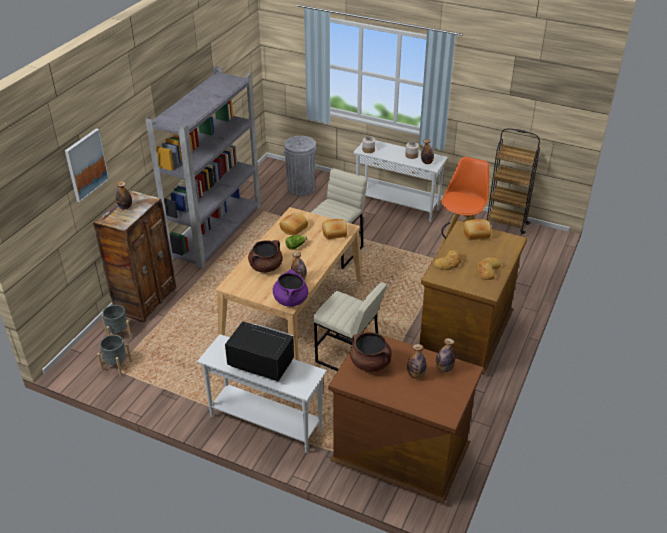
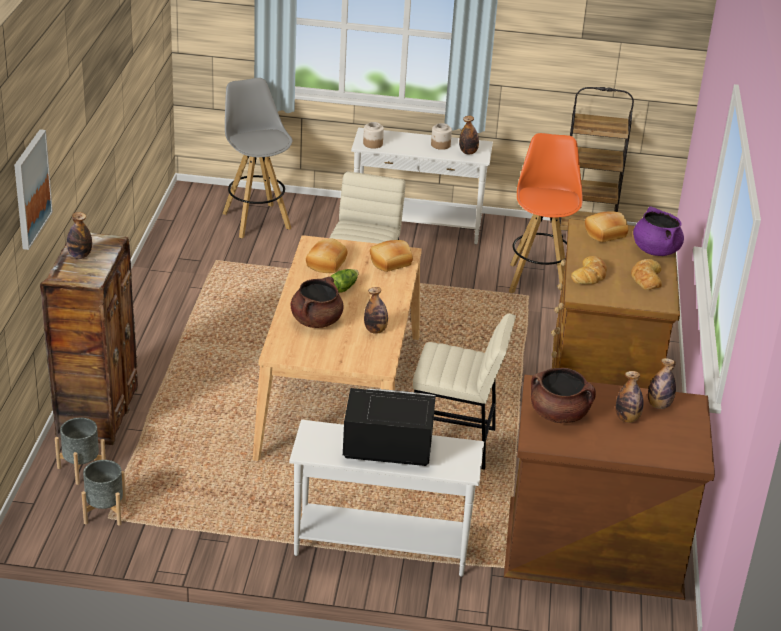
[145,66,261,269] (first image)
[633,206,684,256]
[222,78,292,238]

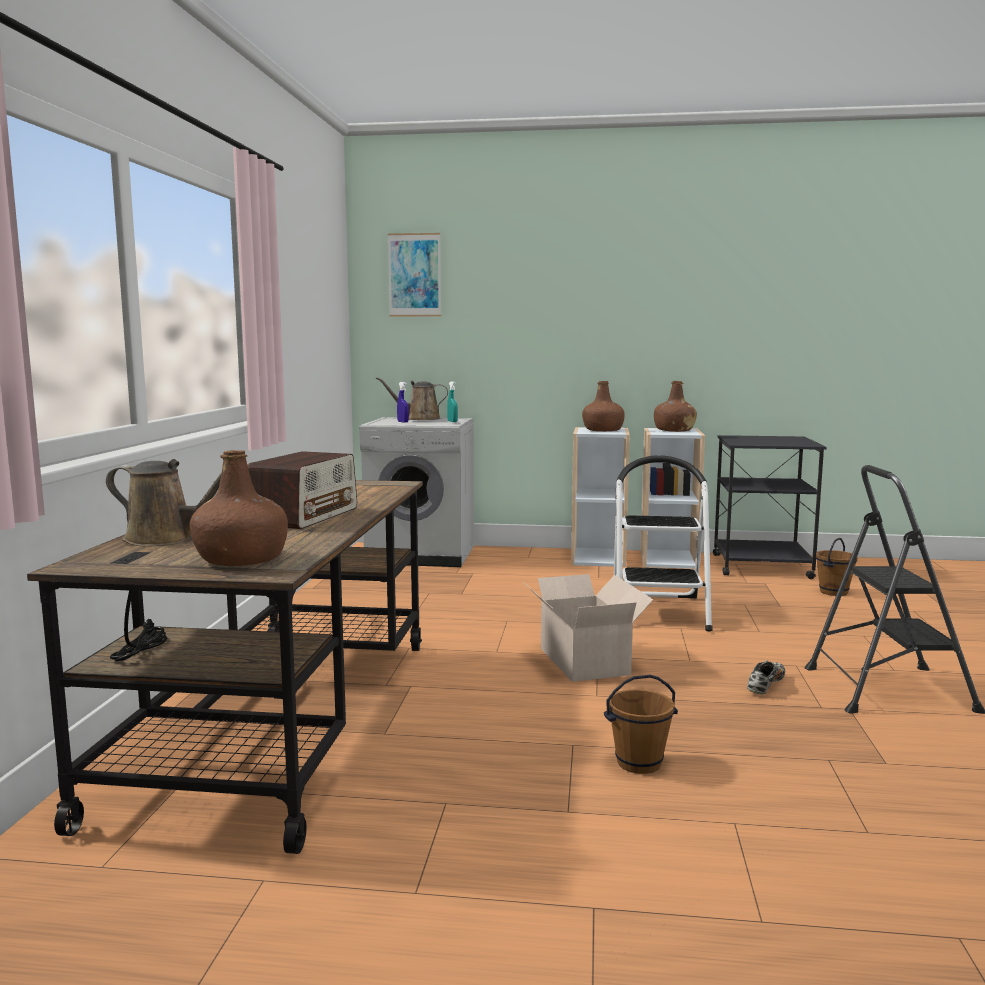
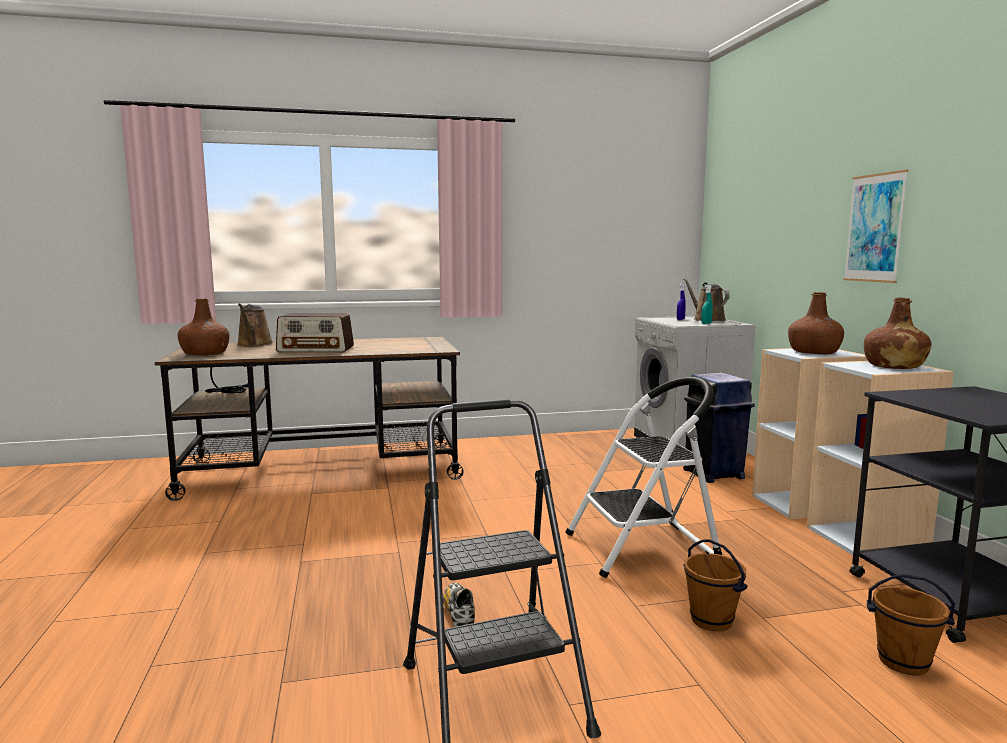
[523,574,653,682] (first image)
[683,372,755,483]
[843,170,908,283]
[684,539,748,631]
[443,583,475,627]

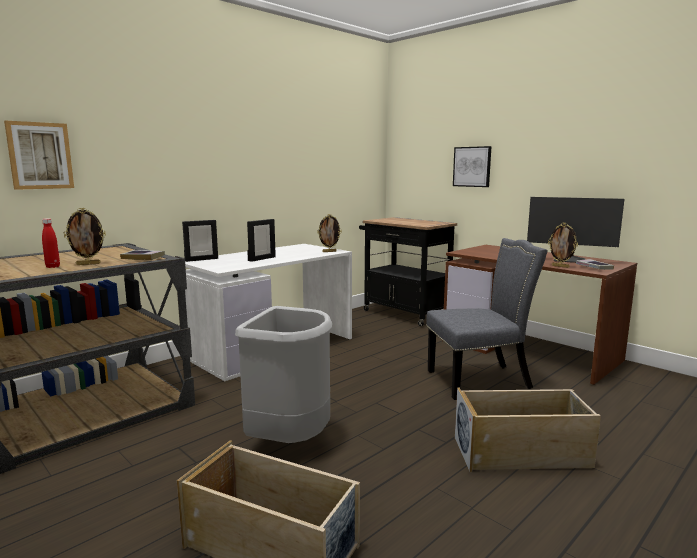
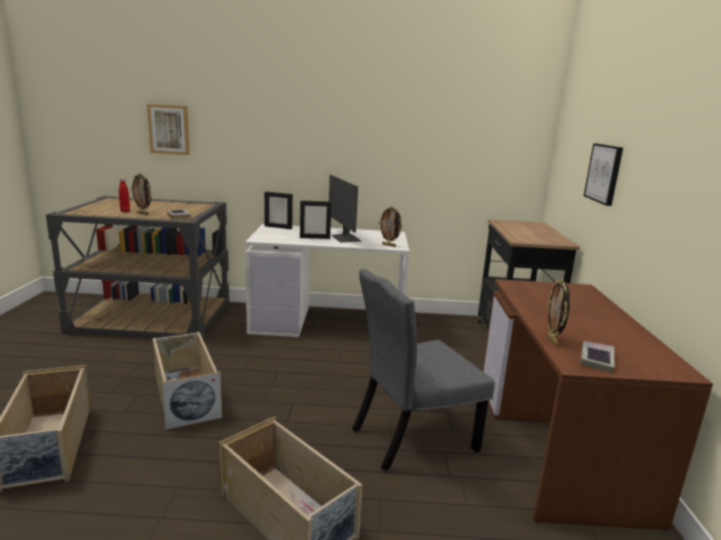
[329,175,361,242]
[153,332,222,430]
[352,269,495,471]

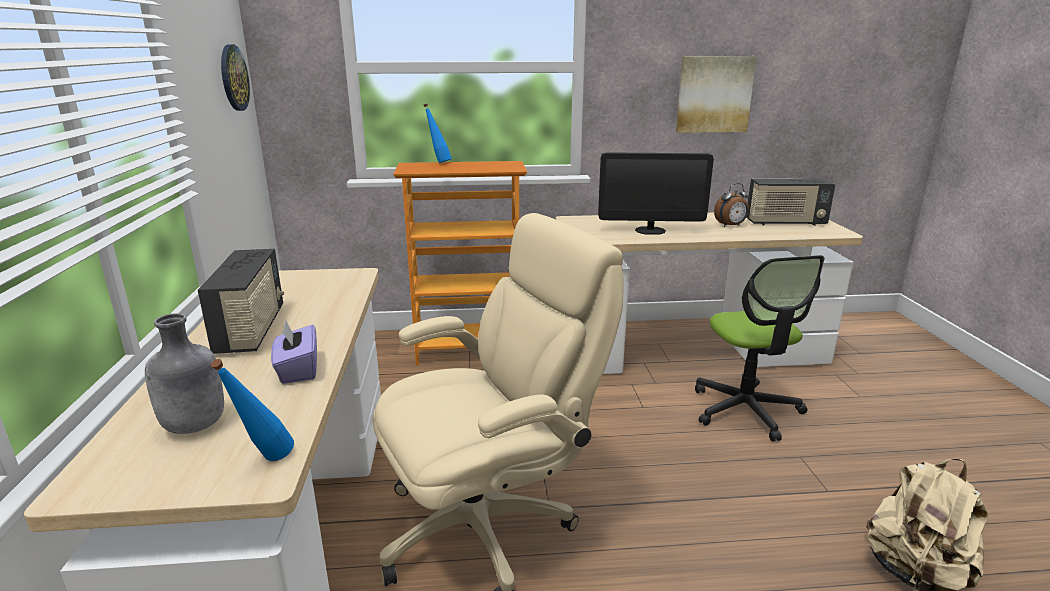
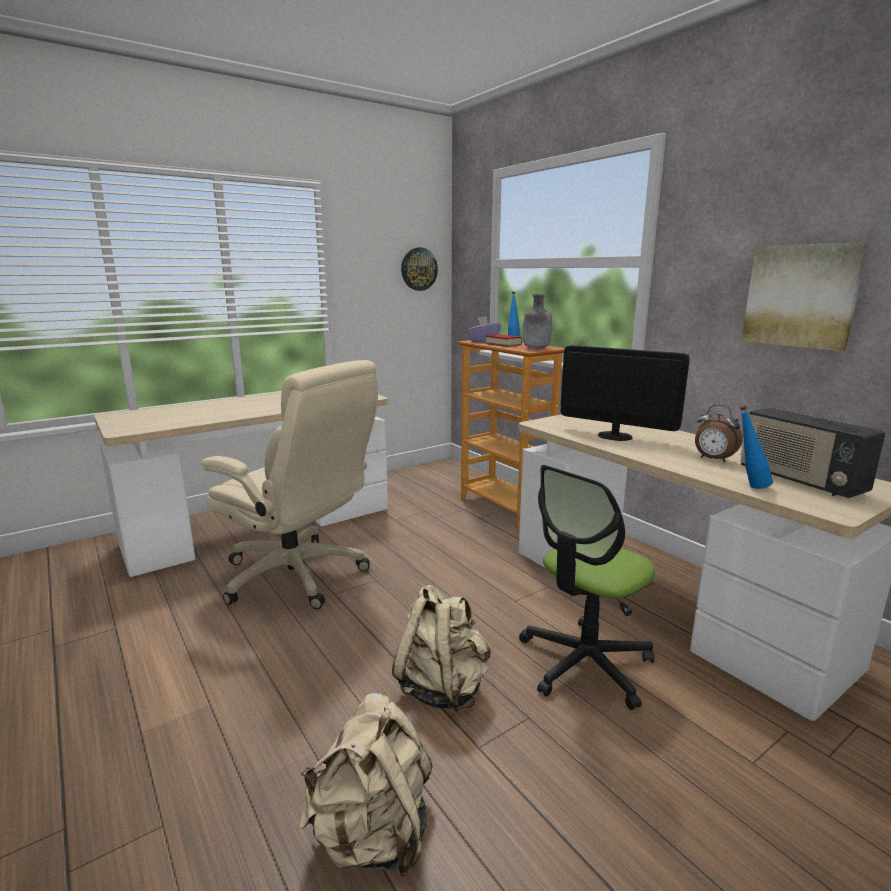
[198,249,284,354] (first image)
[392,585,490,712]
[485,334,522,347]
[523,294,552,349]
[739,405,773,489]
[468,316,501,342]
[561,345,690,441]

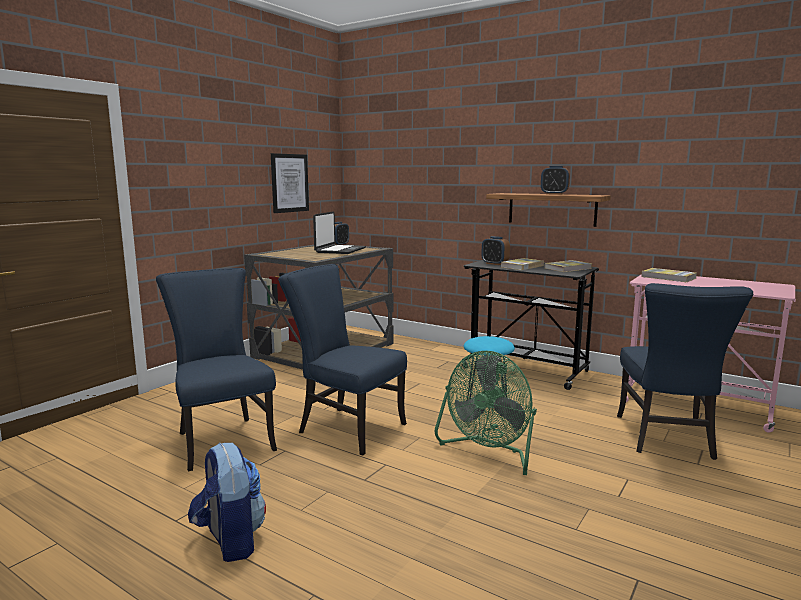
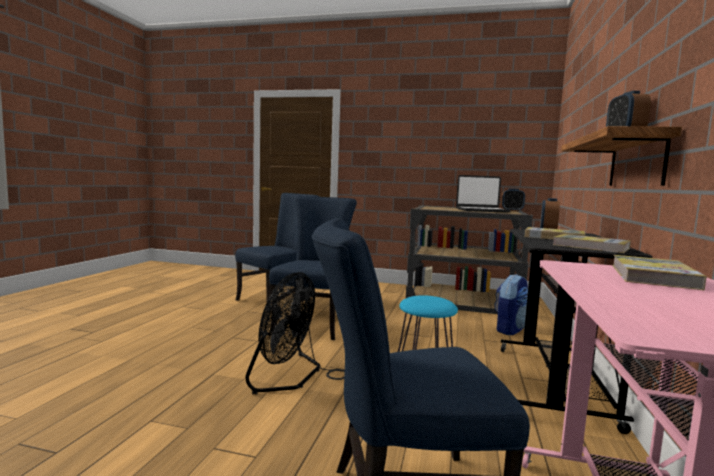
[271,153,309,213] (first image)
[495,274,528,335]
[246,272,345,394]

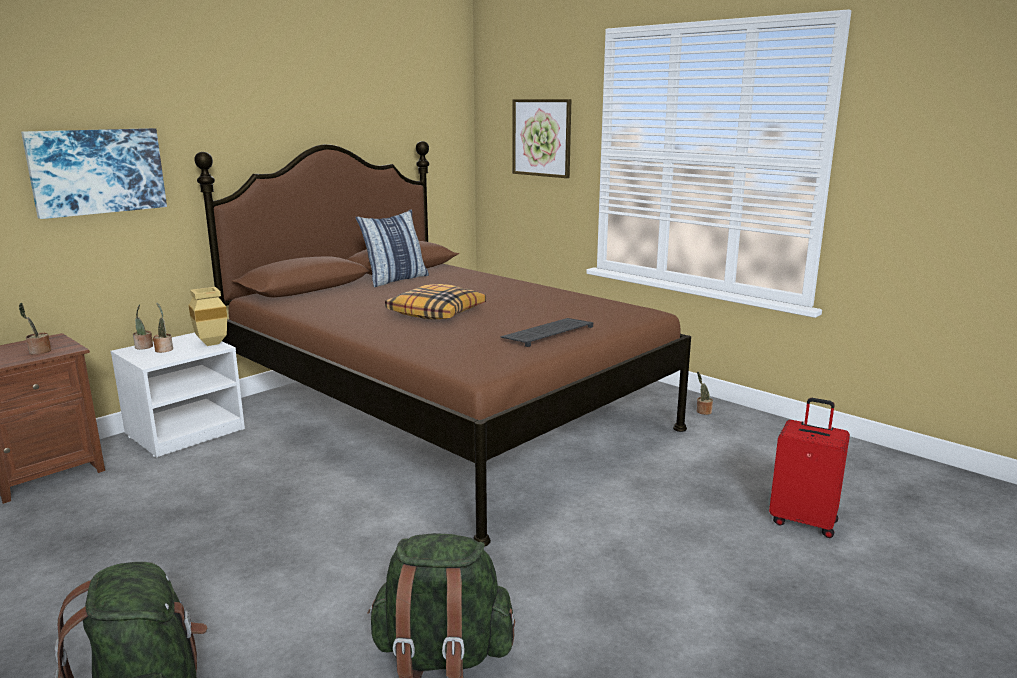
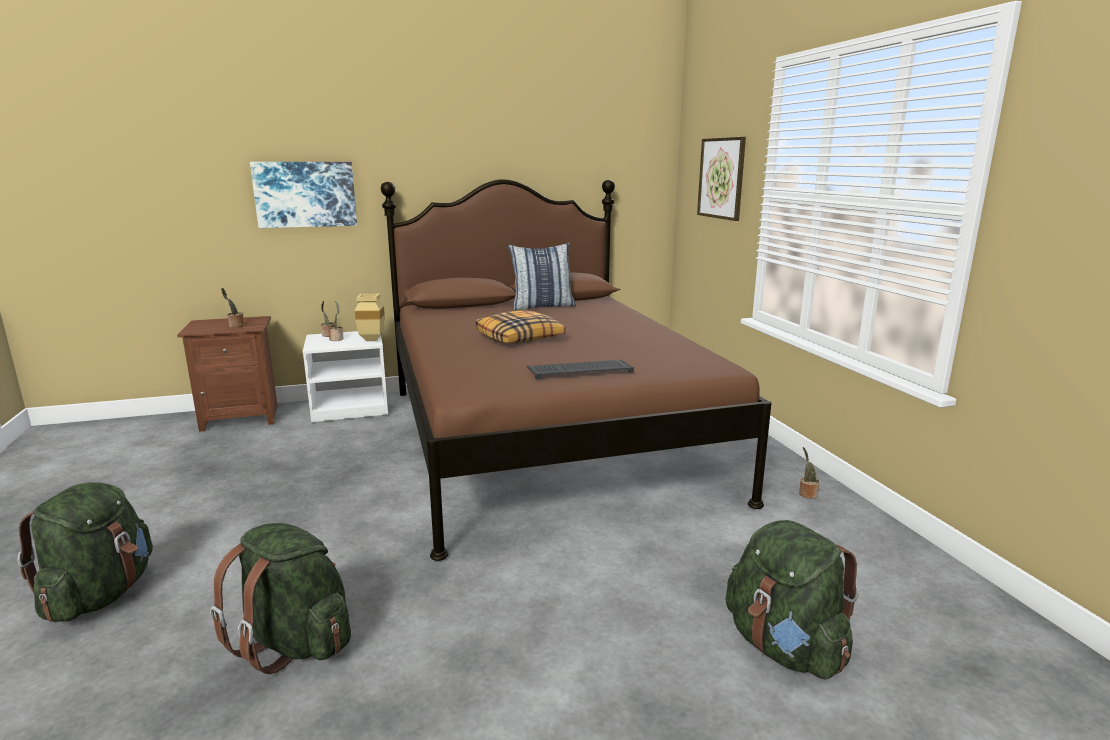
[726,520,859,679]

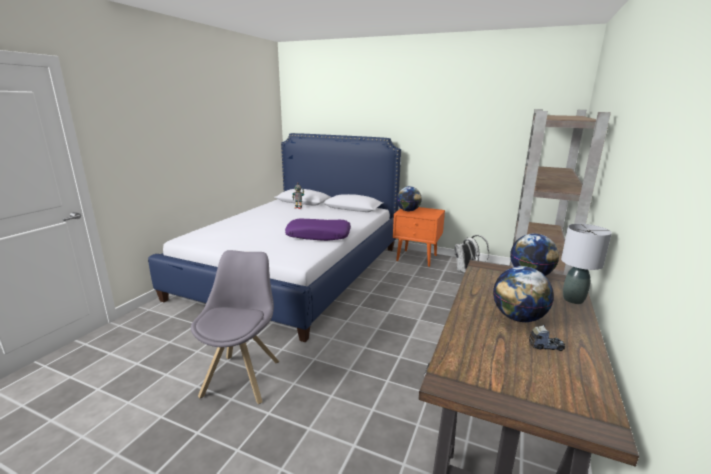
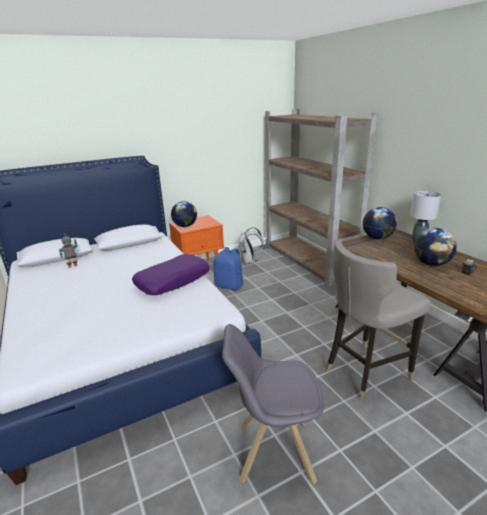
[213,247,243,290]
[326,240,431,401]
[222,324,324,484]

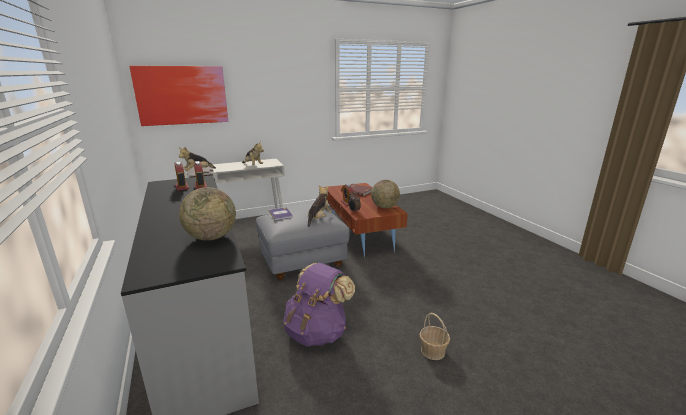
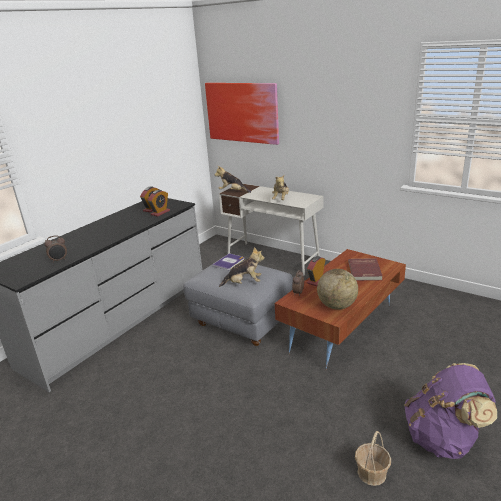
[404,363,497,459]
[355,431,391,486]
[45,235,67,262]

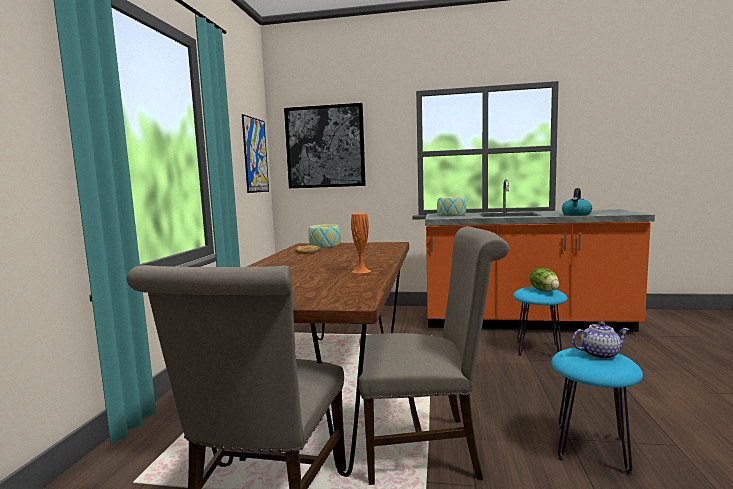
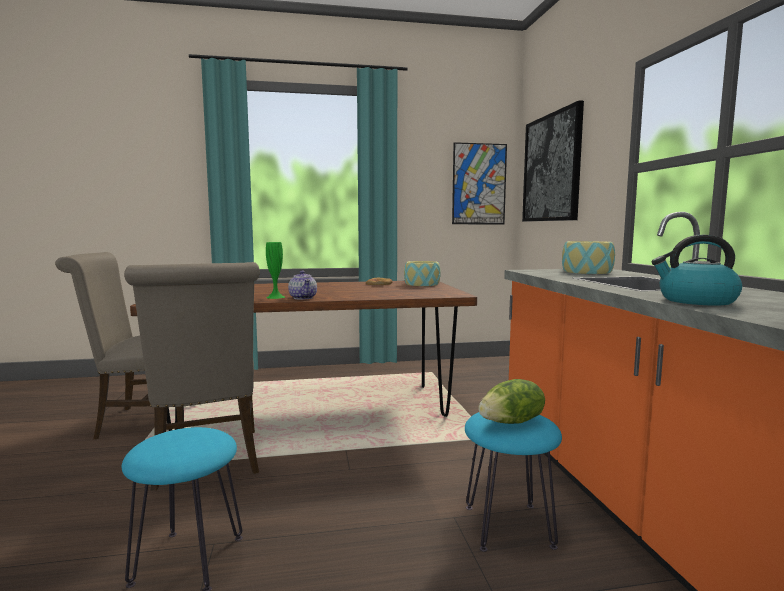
[288,271,317,300]
[266,242,285,299]

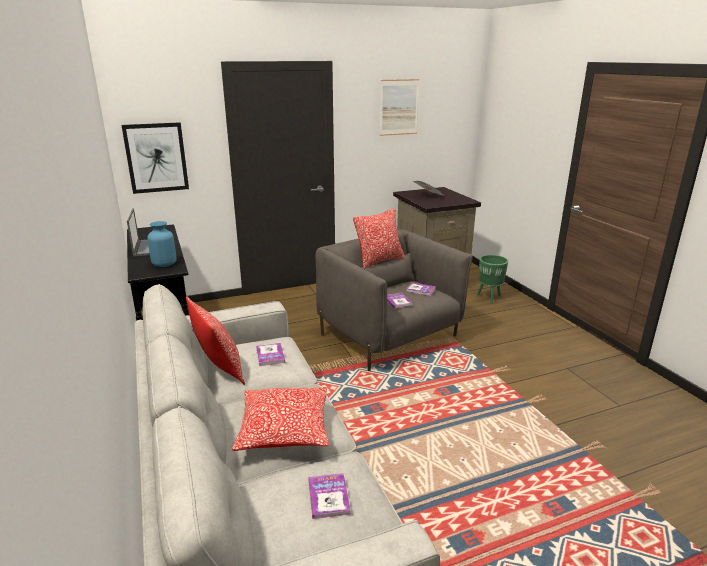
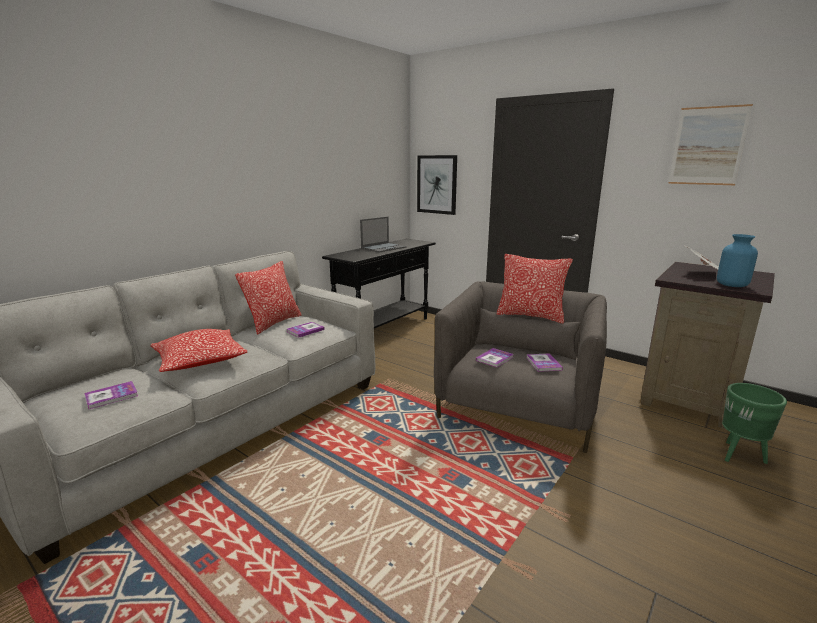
[717,234,758,287]

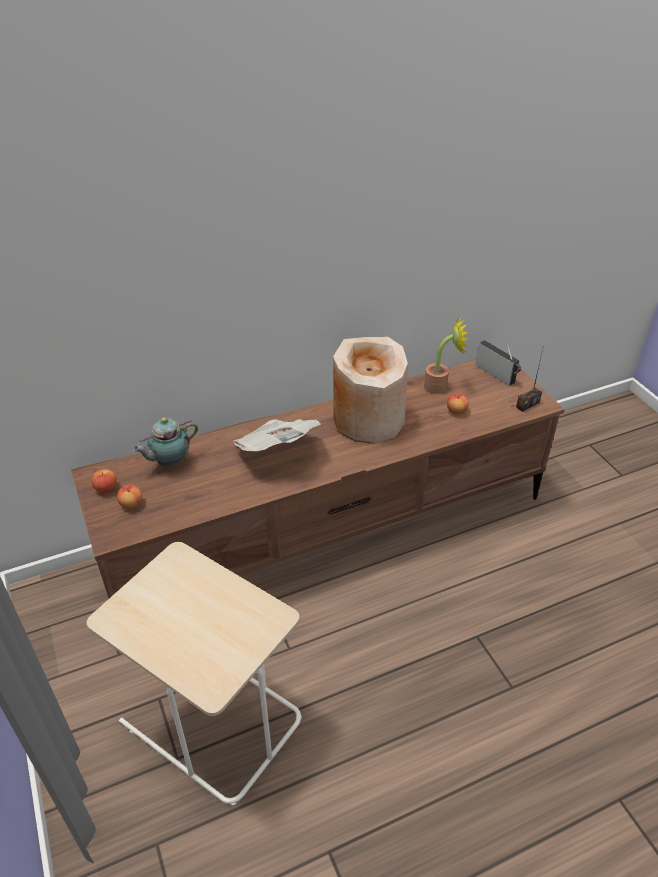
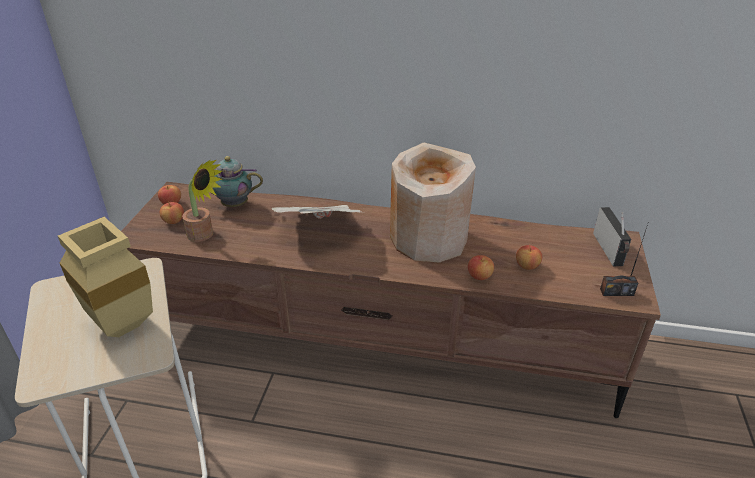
[58,217,153,337]
[468,255,494,280]
[182,160,222,242]

